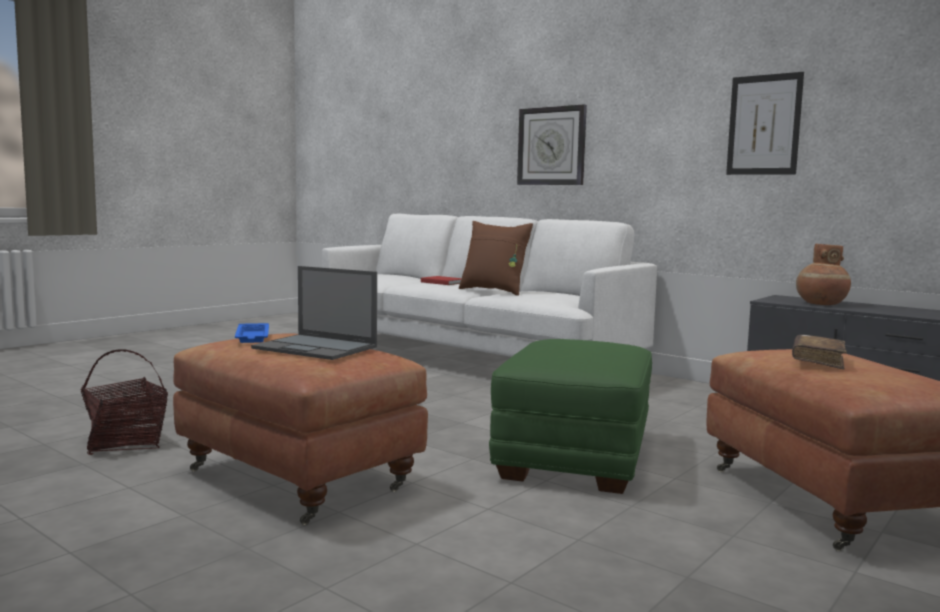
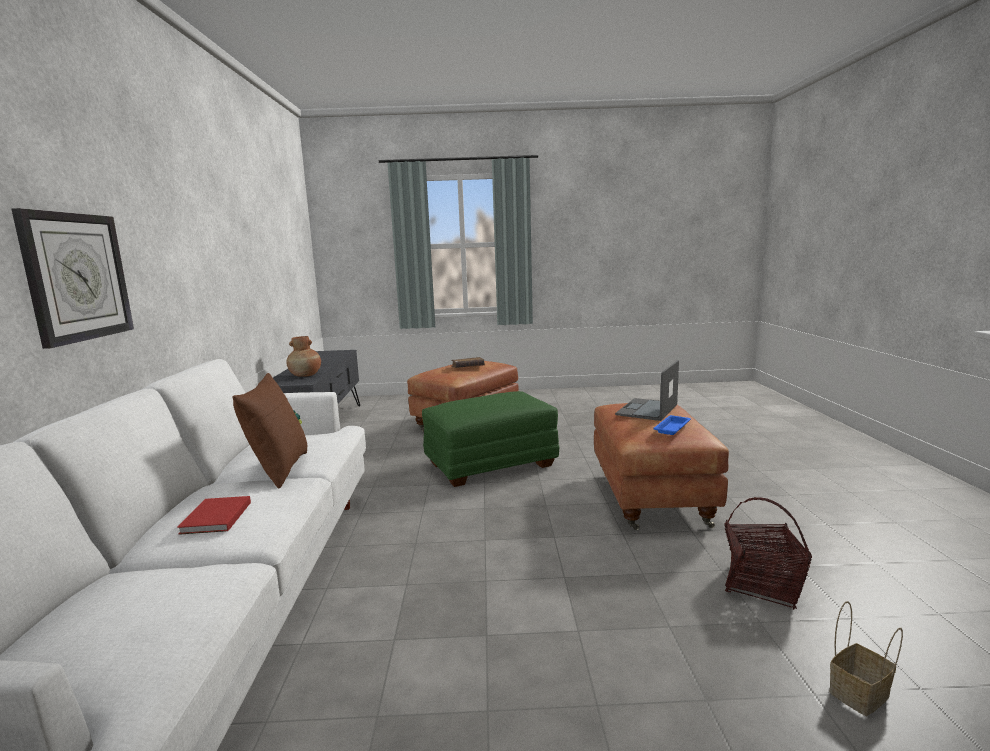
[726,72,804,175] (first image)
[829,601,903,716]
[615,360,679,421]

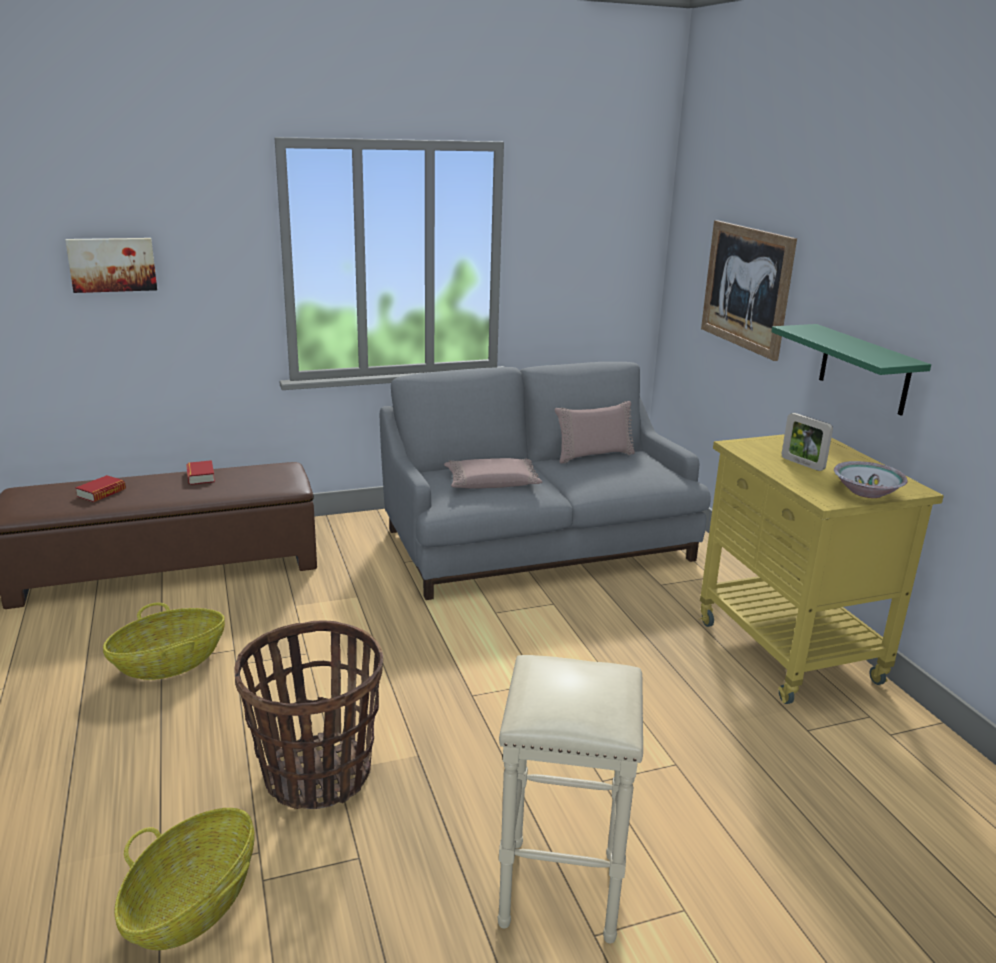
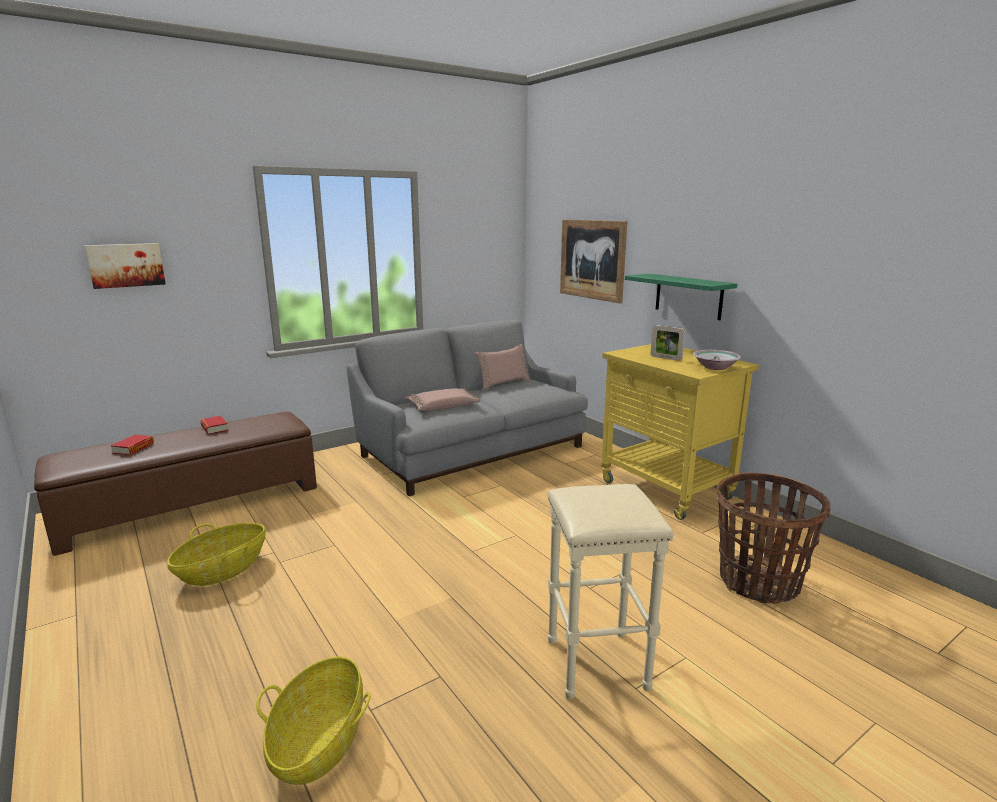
[717,472,830,604]

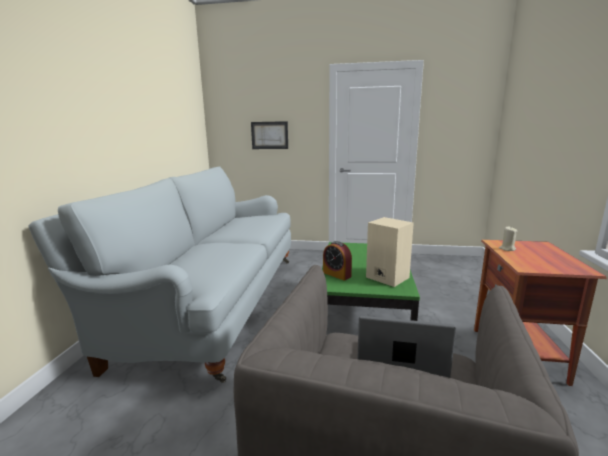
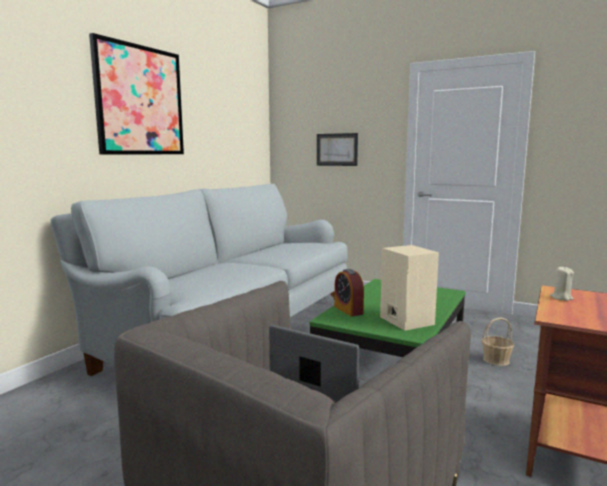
[89,33,184,155]
[481,318,514,366]

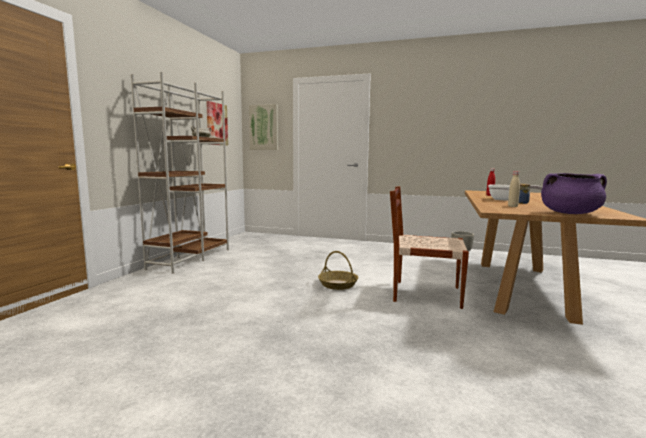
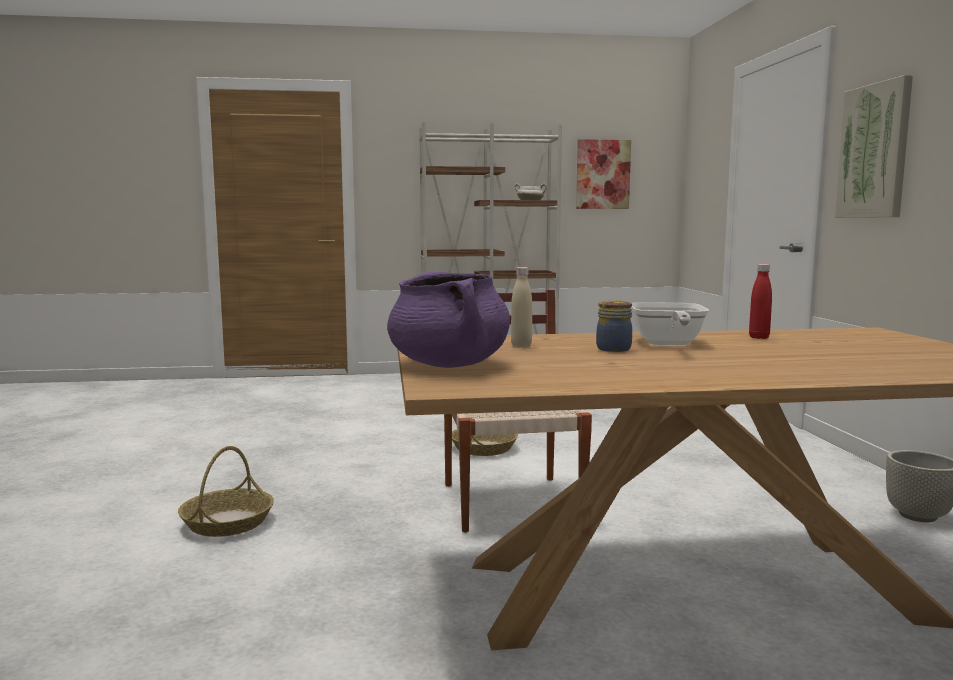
[178,446,274,537]
[835,75,913,218]

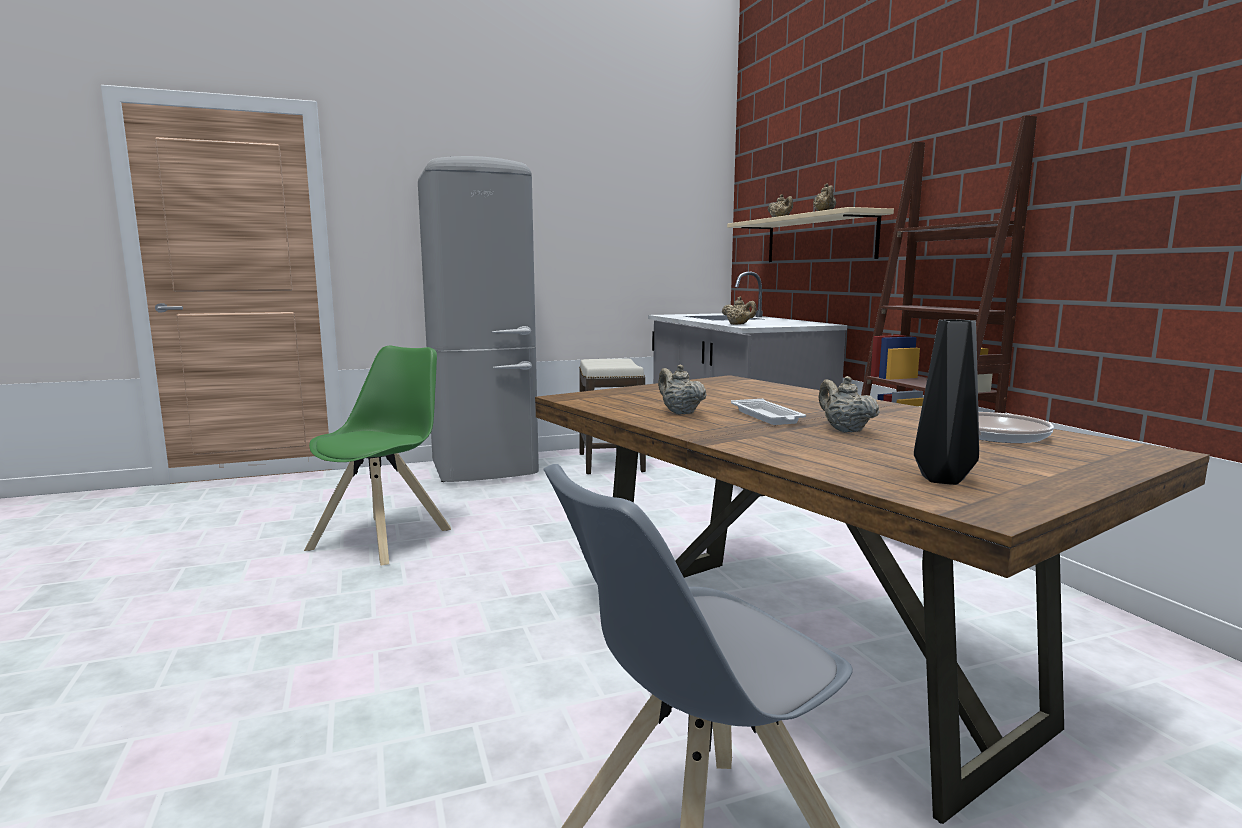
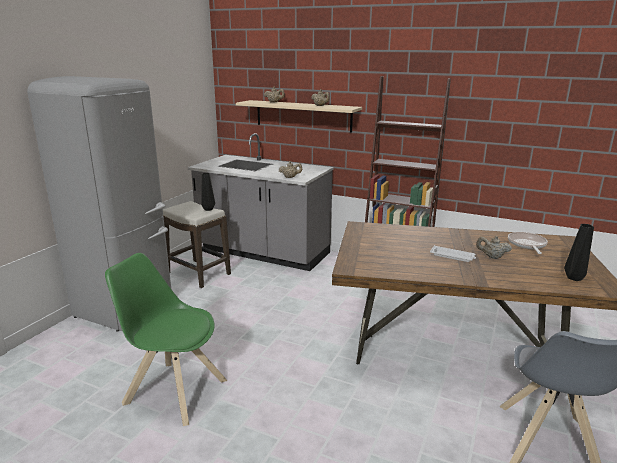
[658,365,707,415] (first image)
[201,173,215,211]
[105,253,227,426]

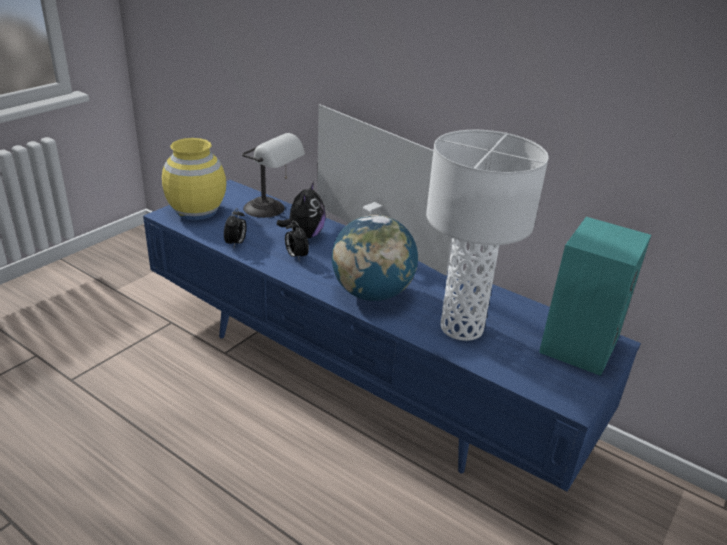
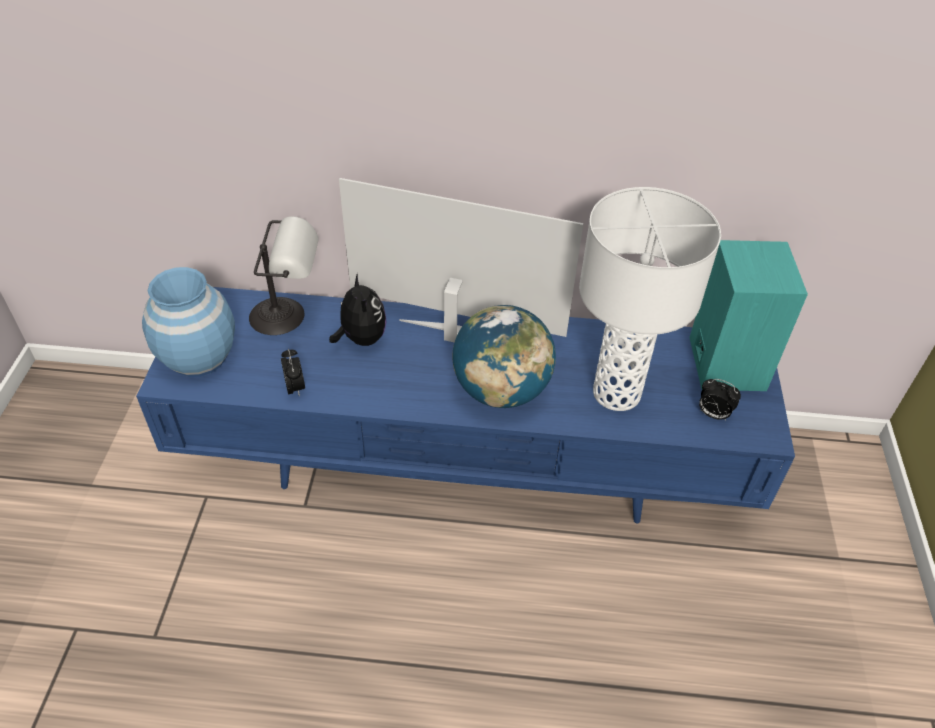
[699,379,741,420]
[142,267,235,377]

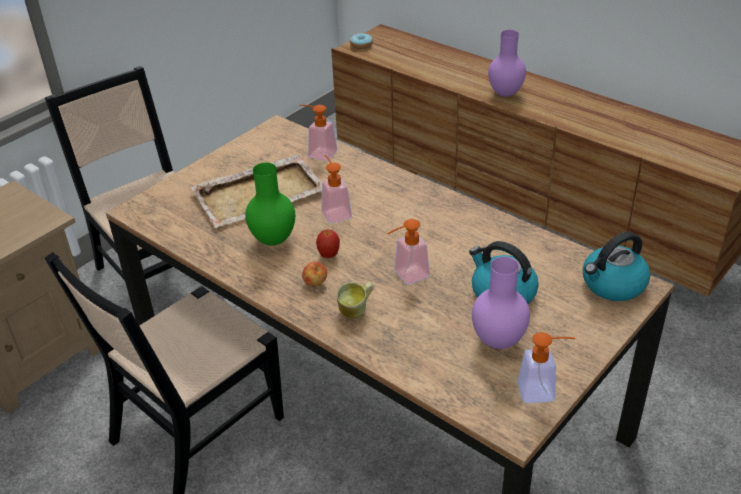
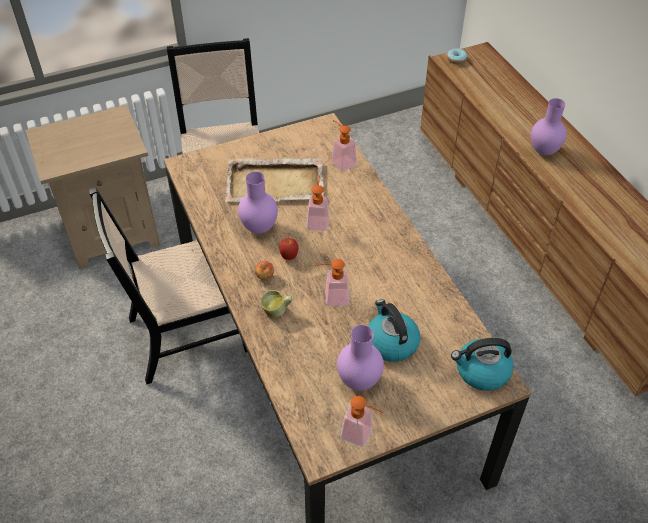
[238,171,278,234]

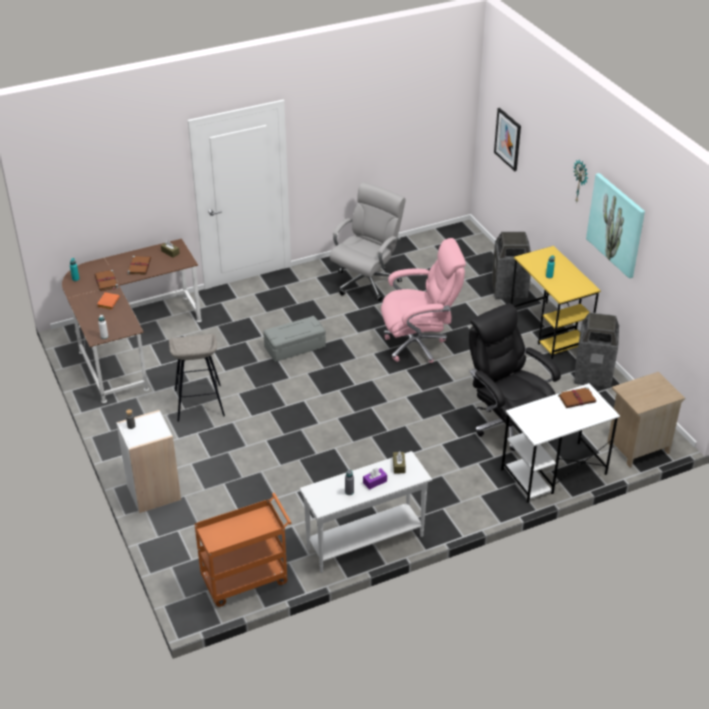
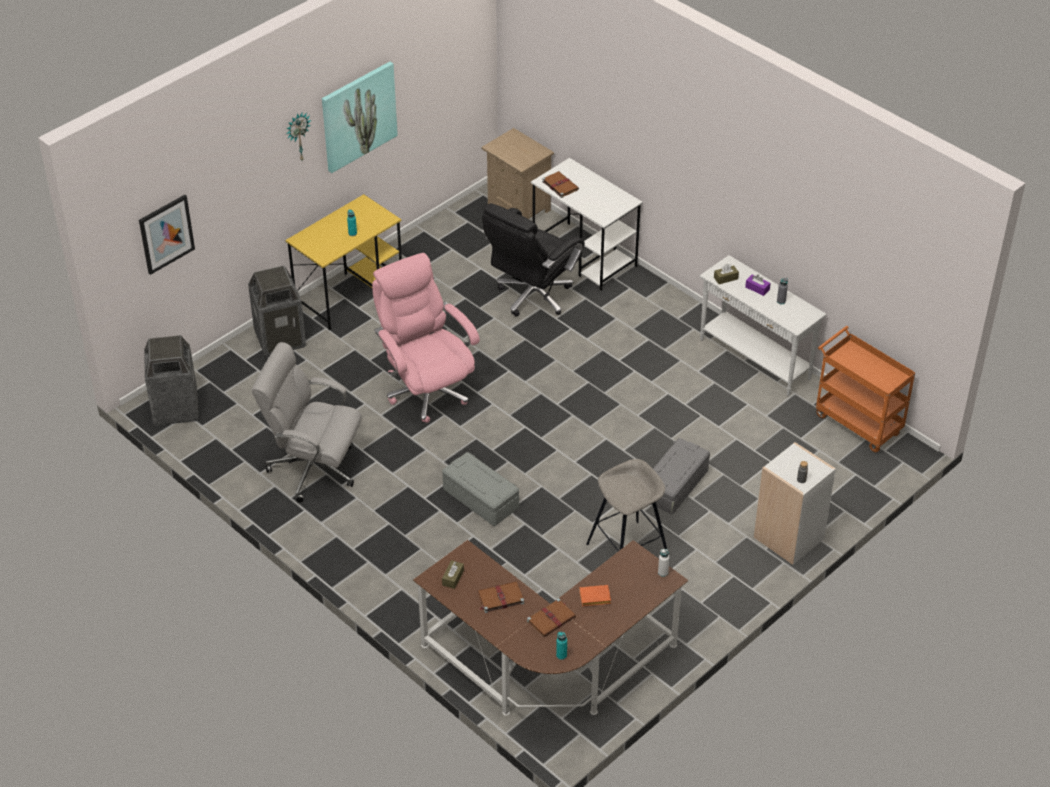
[651,438,710,514]
[144,335,199,426]

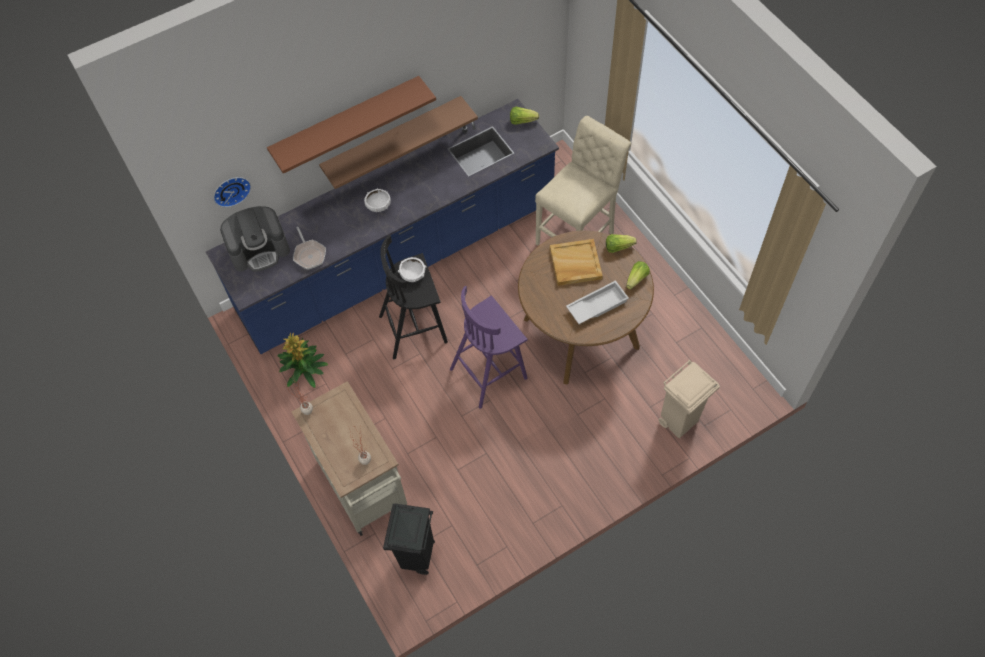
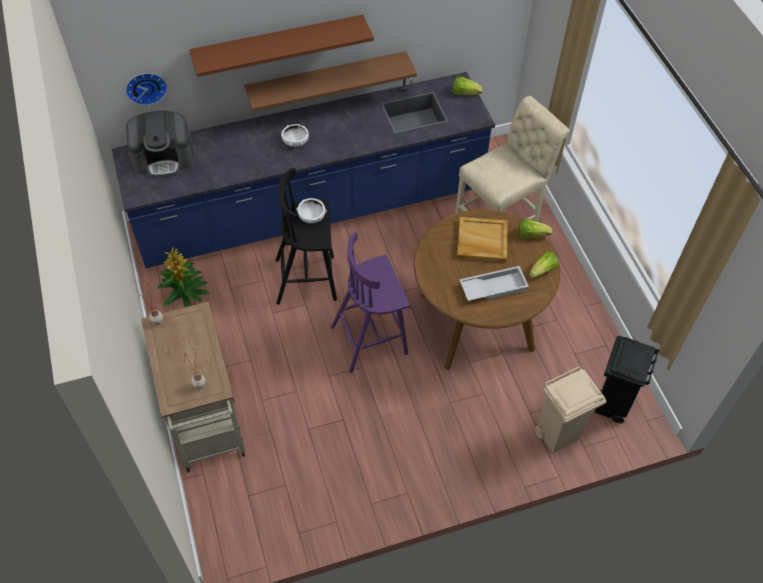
[293,227,326,270] (first image)
[595,336,660,424]

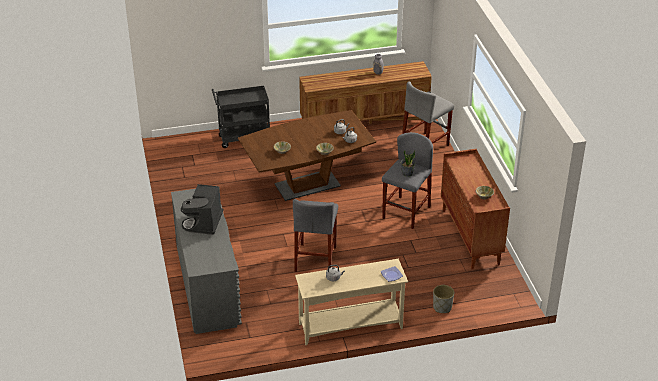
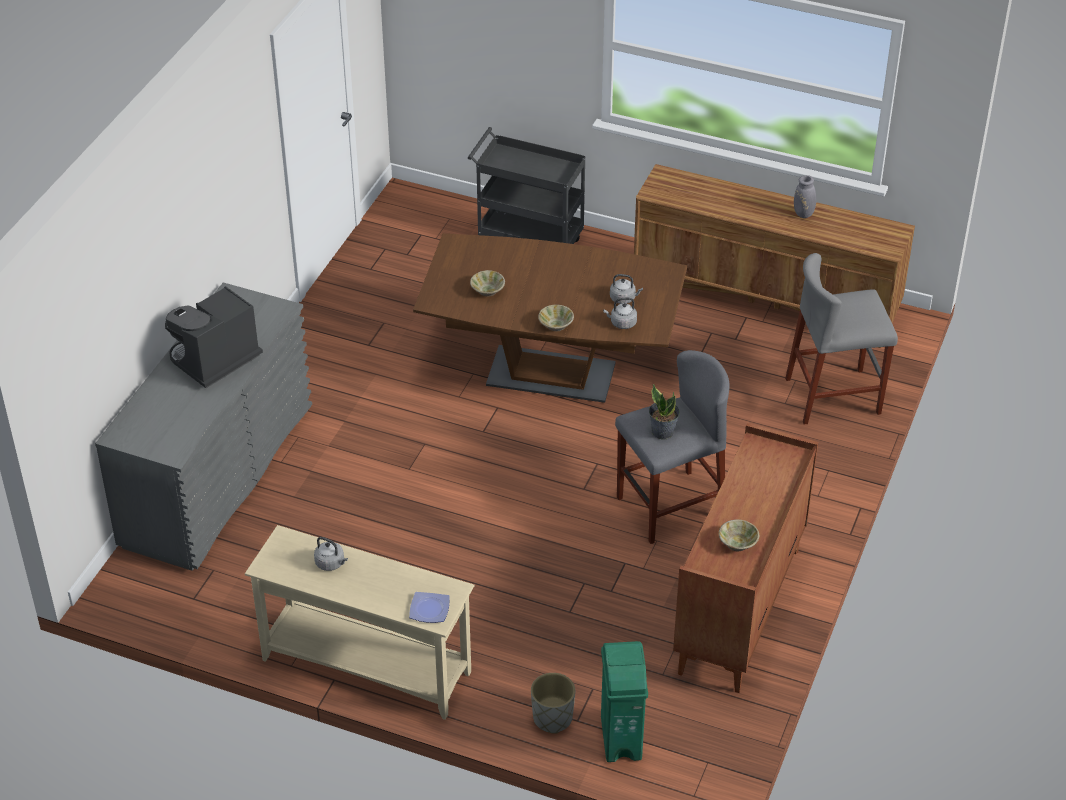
[293,199,338,272] (first image)
[601,641,648,762]

